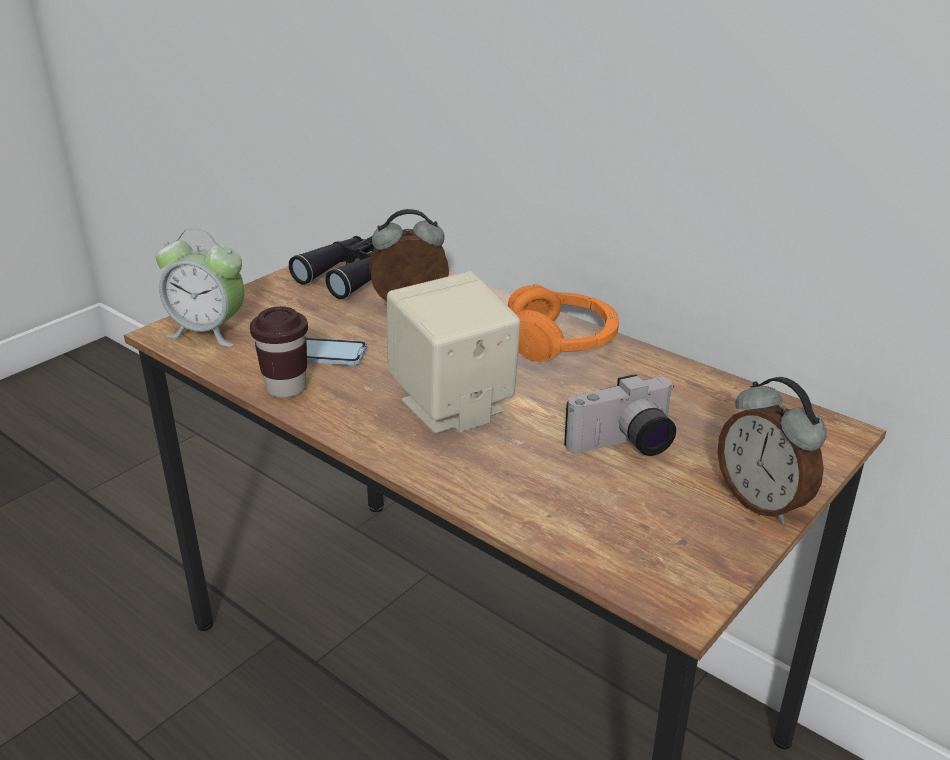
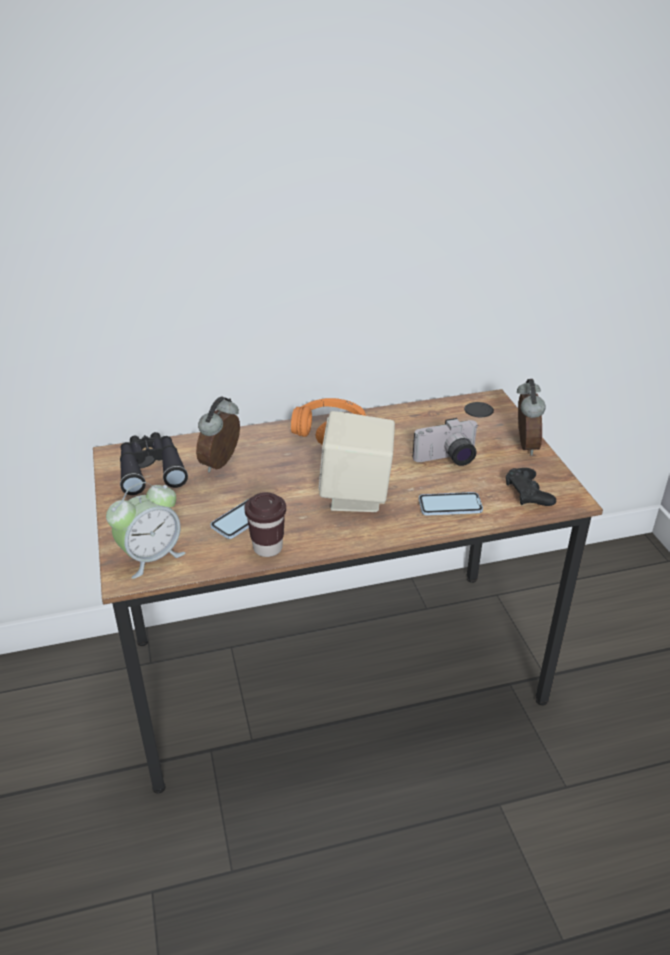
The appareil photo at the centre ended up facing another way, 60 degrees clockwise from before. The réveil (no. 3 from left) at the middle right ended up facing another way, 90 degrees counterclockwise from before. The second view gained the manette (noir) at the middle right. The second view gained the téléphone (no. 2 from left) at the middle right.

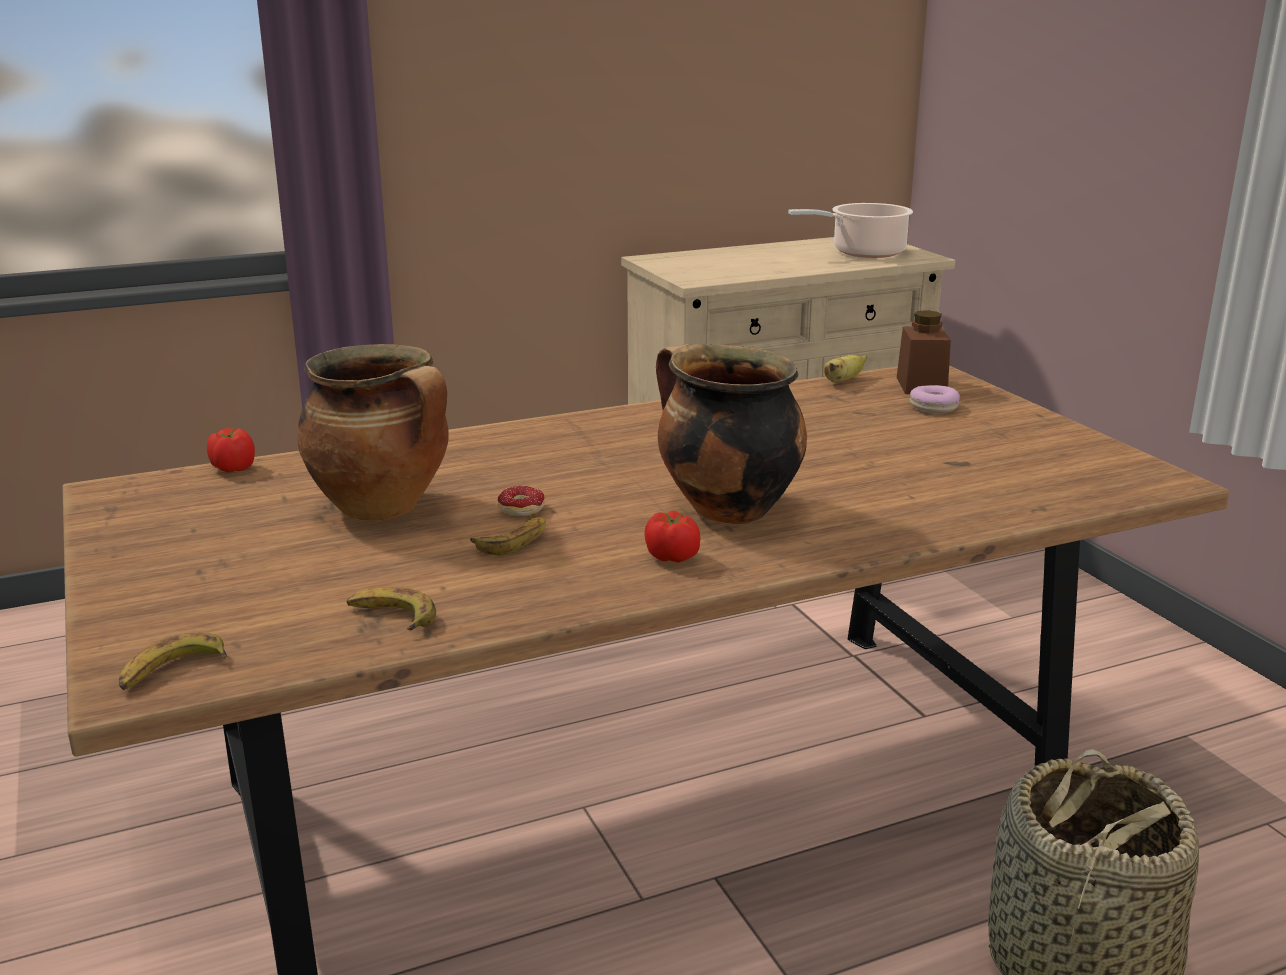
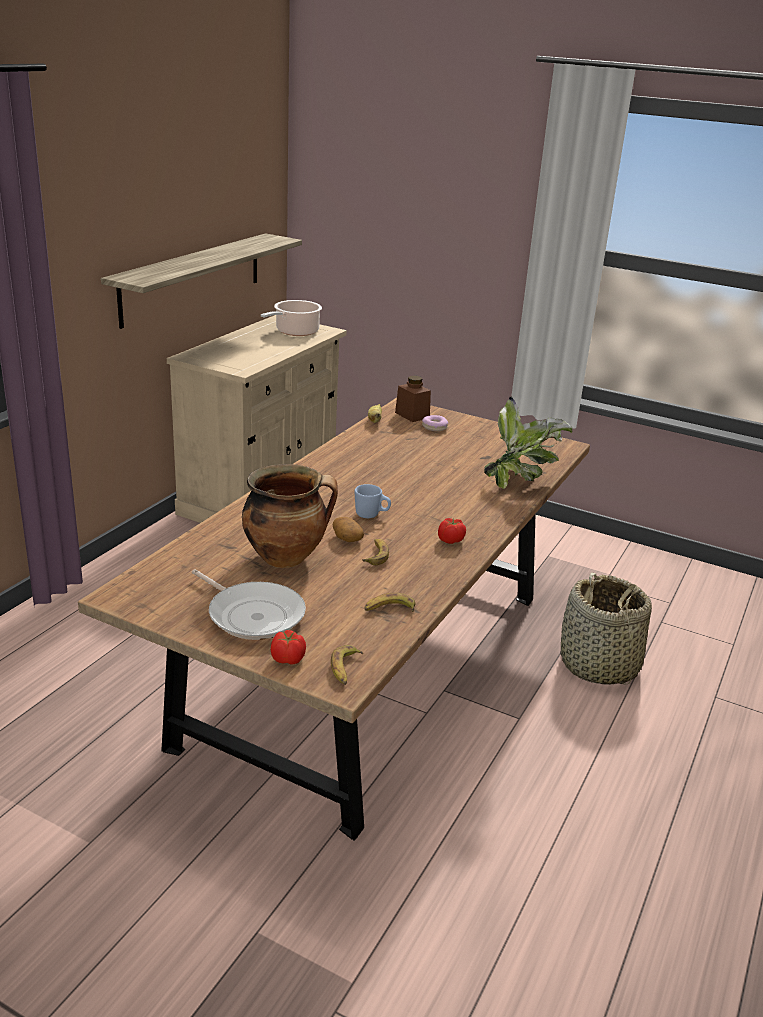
The second view lost the marmite (no. 2 from left) at the centre. The tomate (no. 1 from left) ended up elsewhere, having gone from the middle left to the centre. Where the beignet (no. 1 from left) stood at the centre, the pomme de terre came to stand at the centre. The second view gained the étagère at the top left. The second view gained the plante en pot at the middle right. The second view gained the mug (bleu) at the centre. The second view gained the poêle at the middle left.

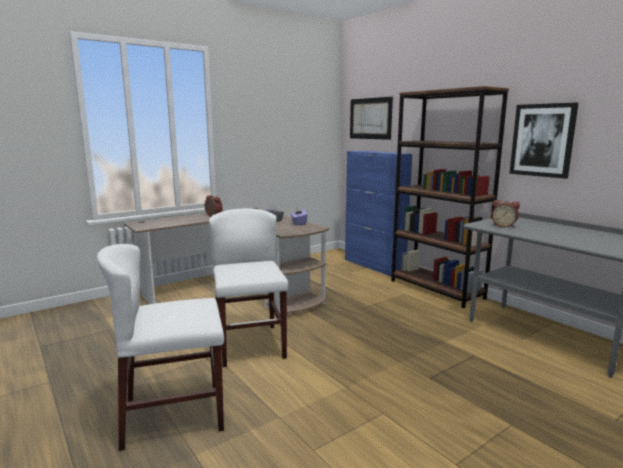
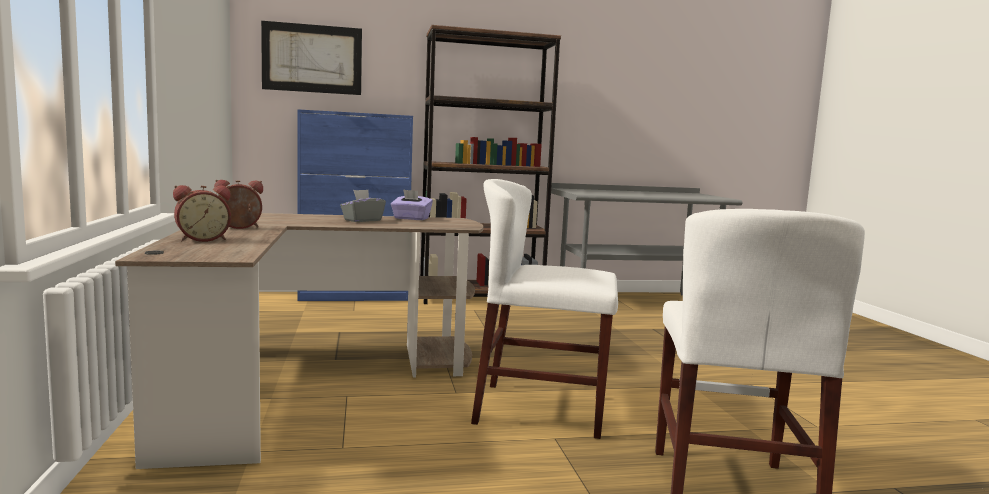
The second view lost the tableau (no. 2 from left) at the top right. The réveil (no. 2 from left in the first image) ended up elsewhere, having gone from the middle right to the middle left.

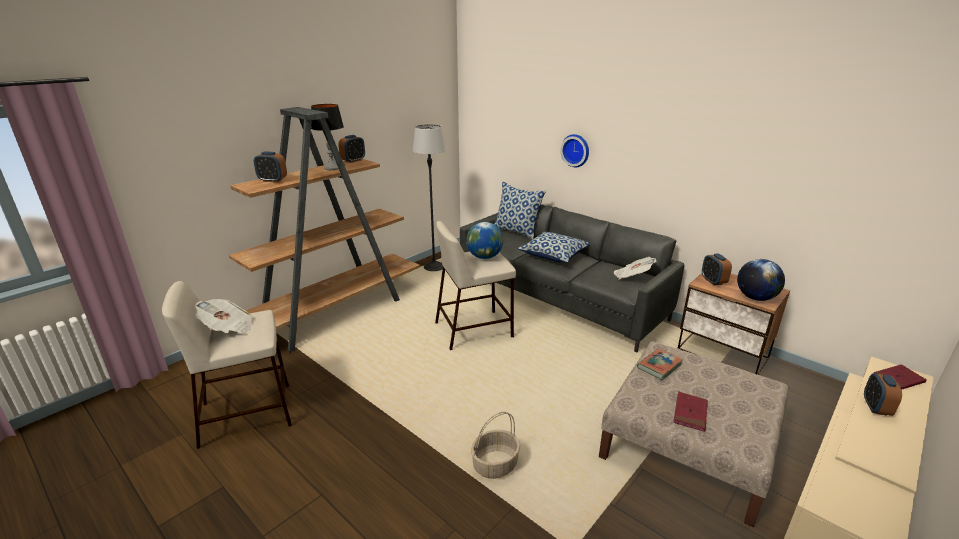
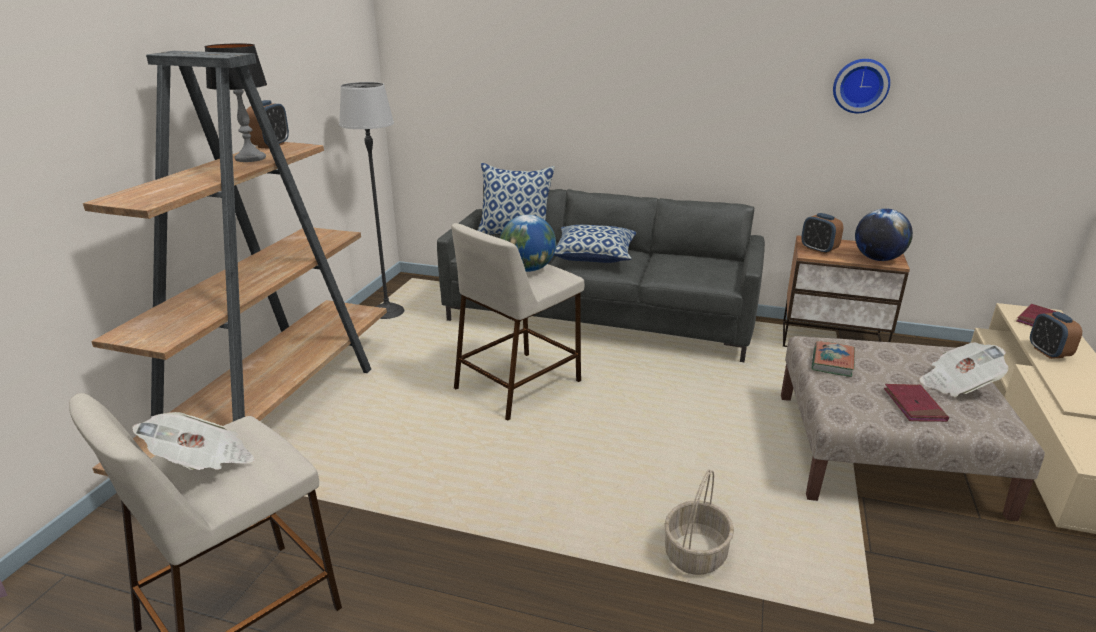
The horloge murale ended up elsewhere, having gone from the top centre to the top right. The second view lost the réveil (no. 1 from left) at the top left. The journal (no. 2 from left) ended up elsewhere, having gone from the centre to the middle right.

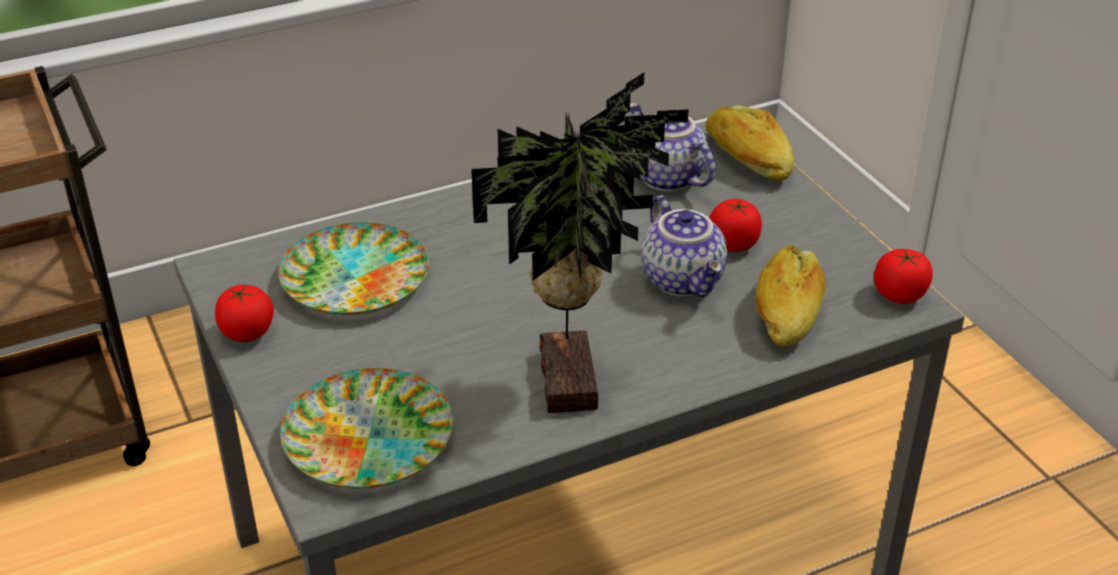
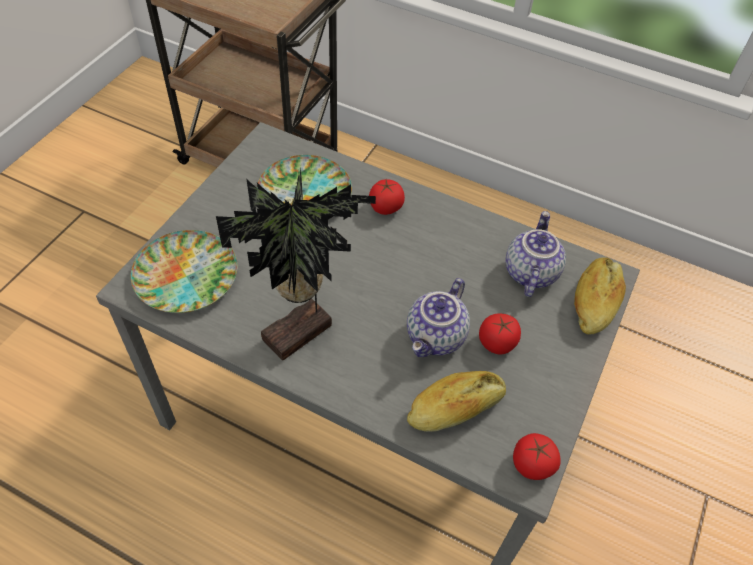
The tomate (no. 1 from left) ended up elsewhere, having gone from the middle left to the centre.

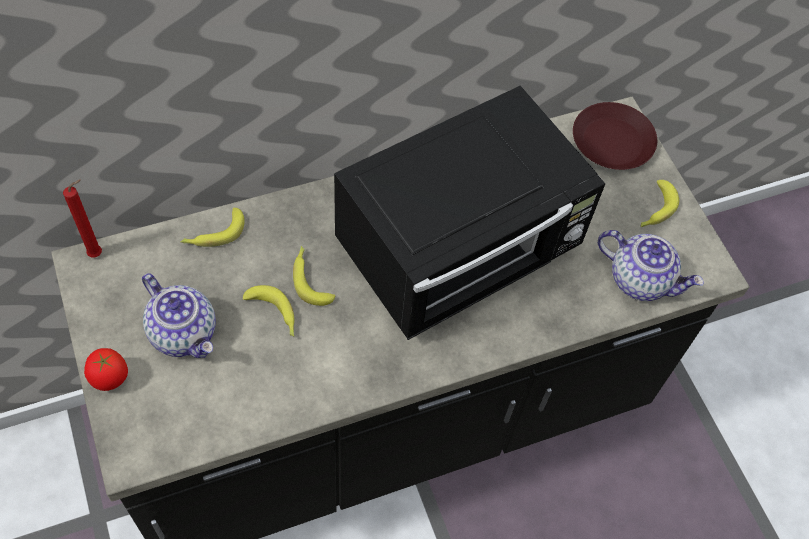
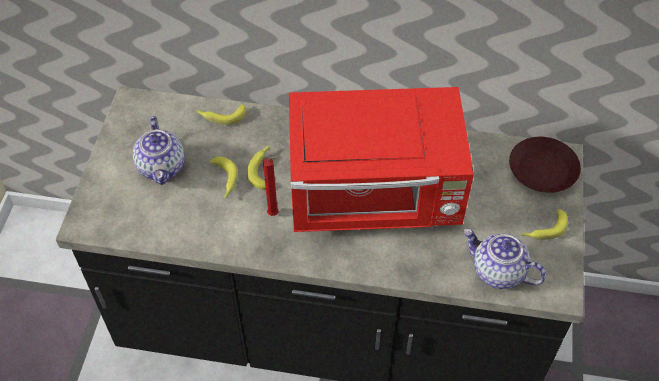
What was the micro-ondes (noir) at the centre turned into the micro-ondes (rouge) at the centre. The bougie (rouge) ended up elsewhere, having gone from the middle left to the centre. The théière (no. 2 from left) at the middle right ended up facing another way, 150 degrees clockwise from before. The second view lost the tomate at the bottom left.

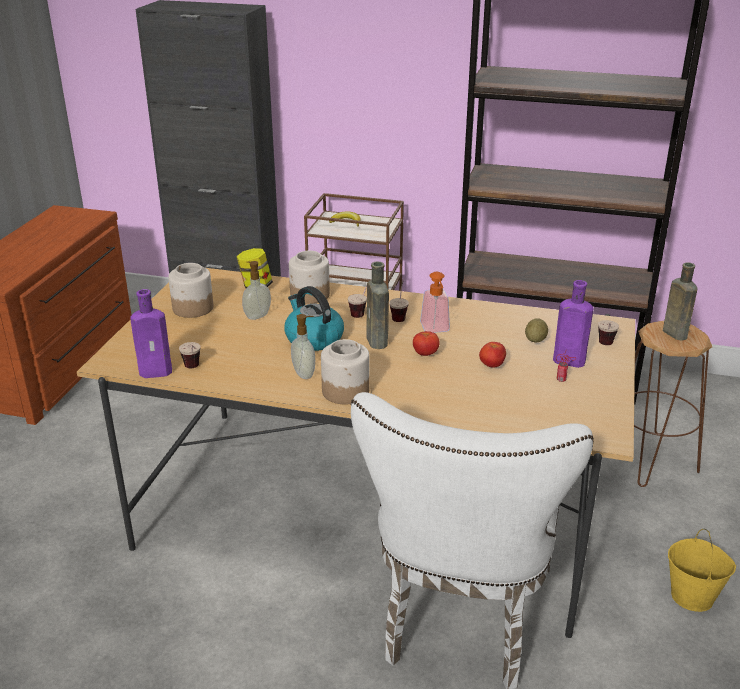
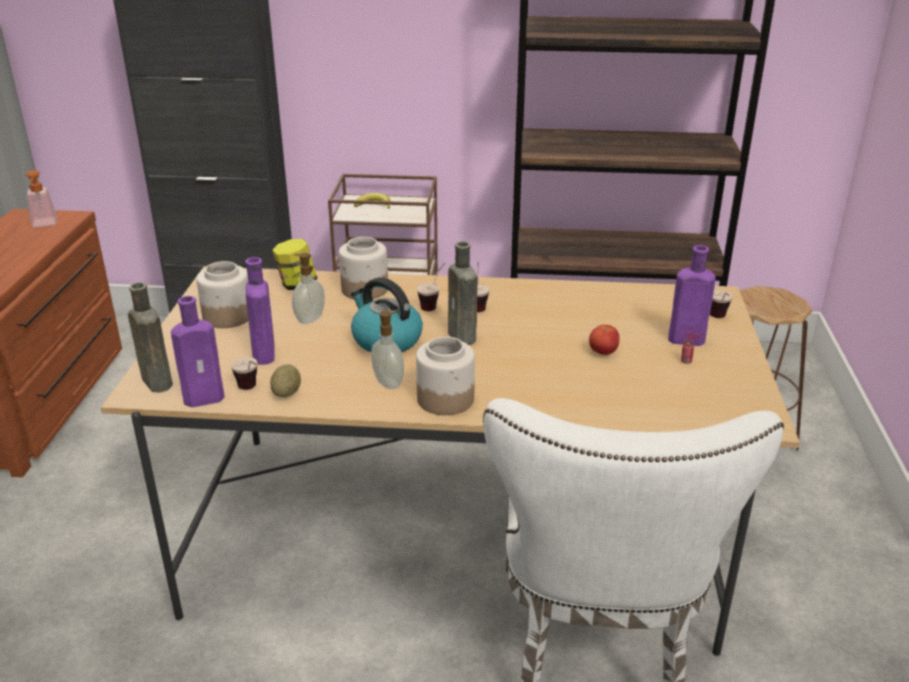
The bouteille (marron) (no. 2 from left in the first image) ended up elsewhere, having gone from the middle right to the middle left. The distributeur de savon (no. 3 from left in the first image) ended up elsewhere, having gone from the centre to the top left. The pomme de terre ended up elsewhere, having gone from the middle right to the middle left. The second view lost the tomate (no. 1 from left) at the centre. The second view lost the seau (jaune) at the bottom right. The second view gained the bouteille (violet) (no. 2 from left) at the middle left.

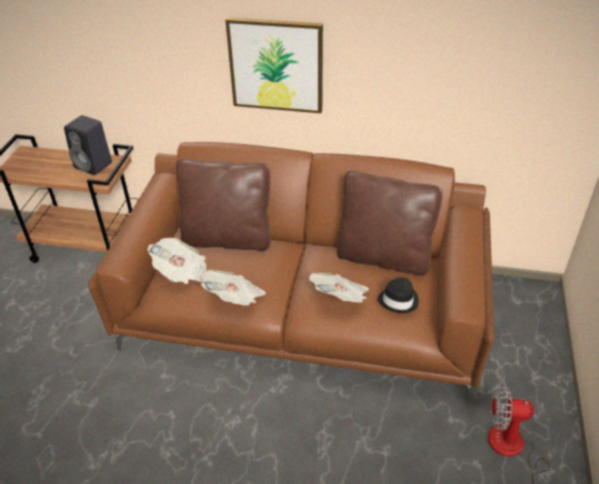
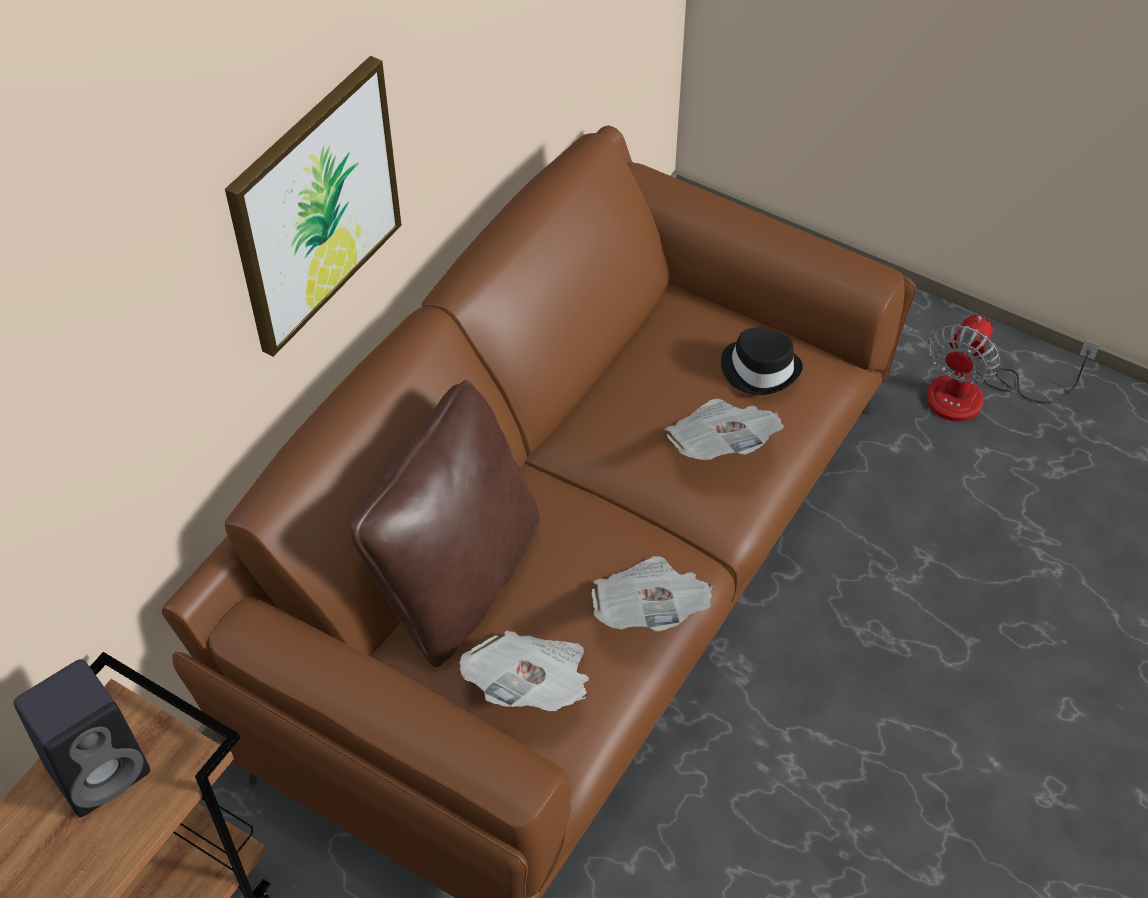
The second view lost the coussin (marron) (no. 2 from left) at the centre.

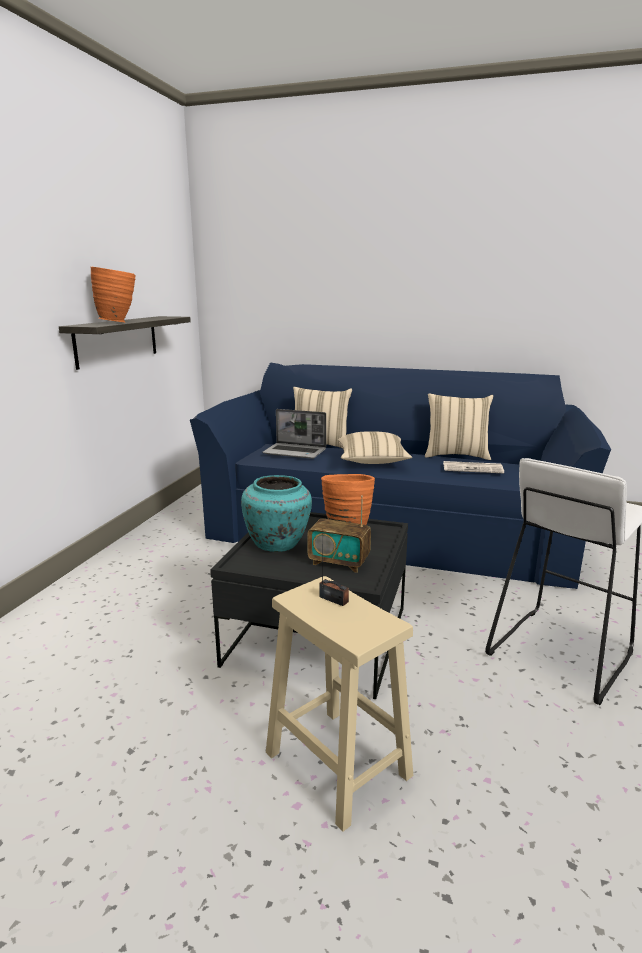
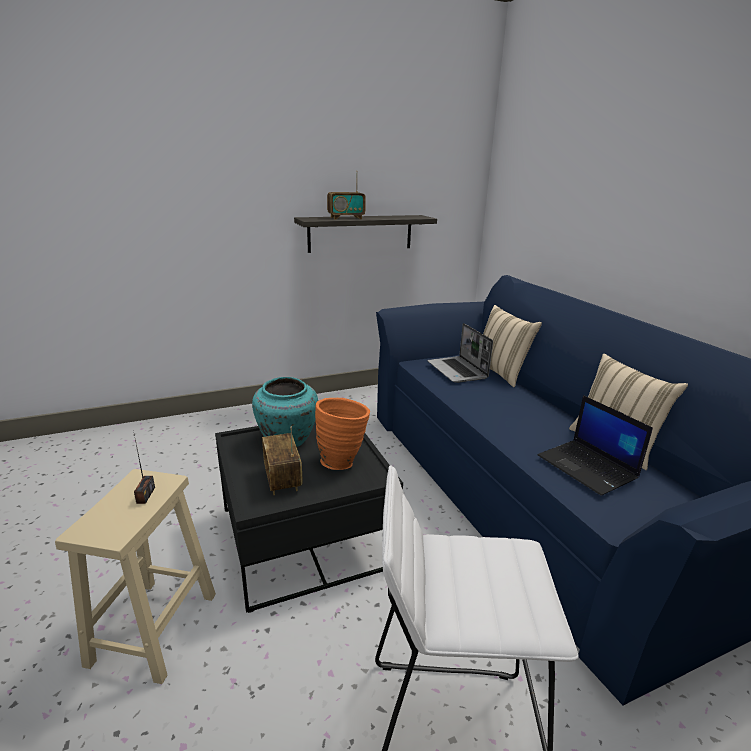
Where the vase (orange) (no. 1 from left) stood at the top left, the radio (no. 3 from left) came to stand at the top centre. The second view lost the coussin (beige) (no. 2 from left) at the centre. Where the journal stood at the middle right, the ordinateur portable (no. 2 from left) came to stand at the middle right.

